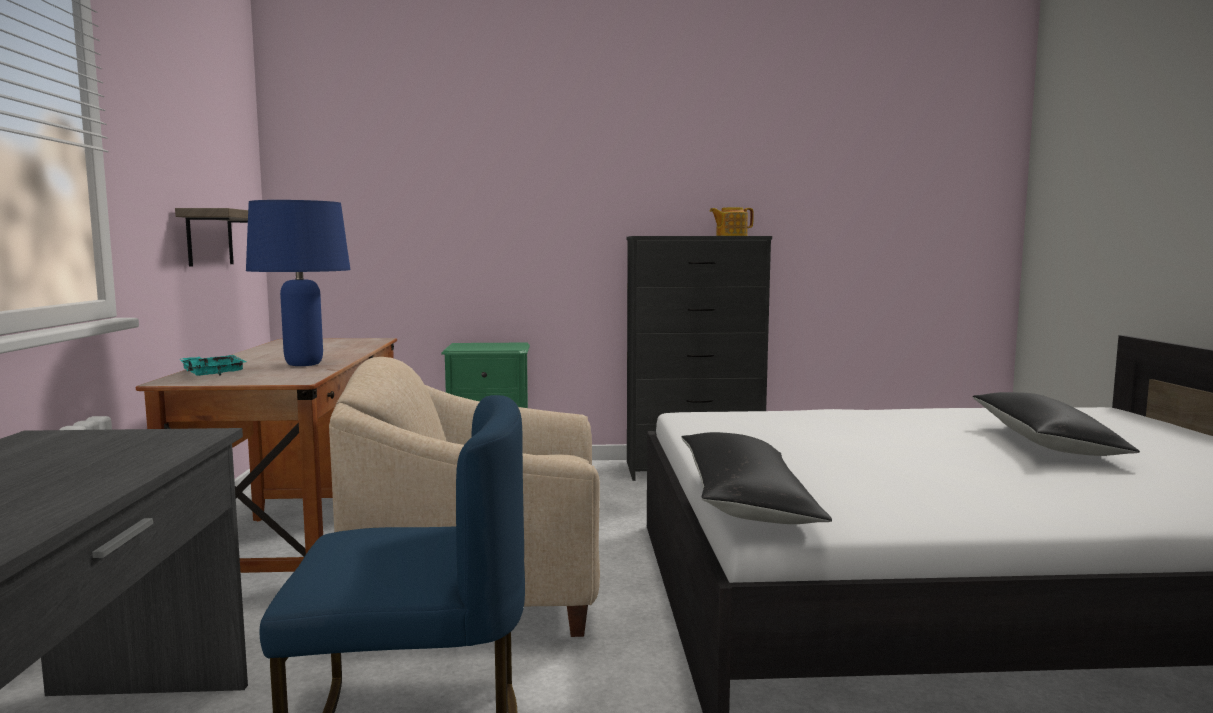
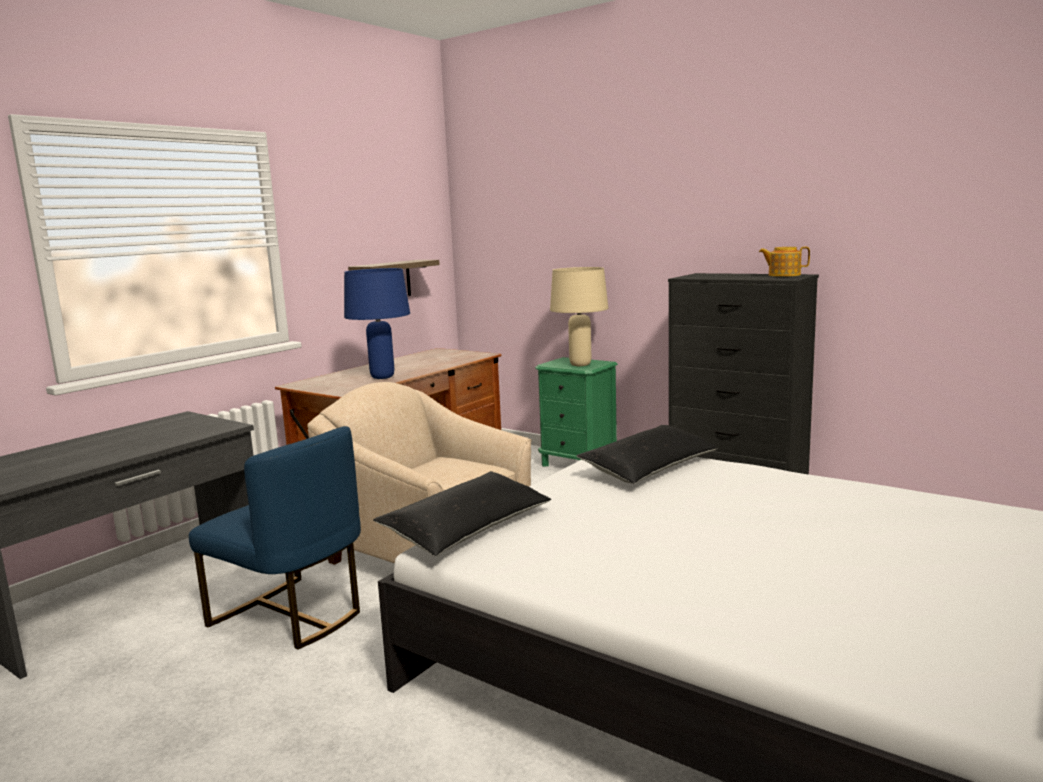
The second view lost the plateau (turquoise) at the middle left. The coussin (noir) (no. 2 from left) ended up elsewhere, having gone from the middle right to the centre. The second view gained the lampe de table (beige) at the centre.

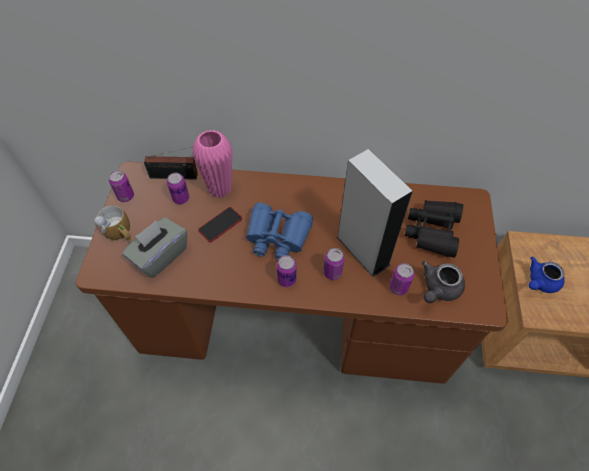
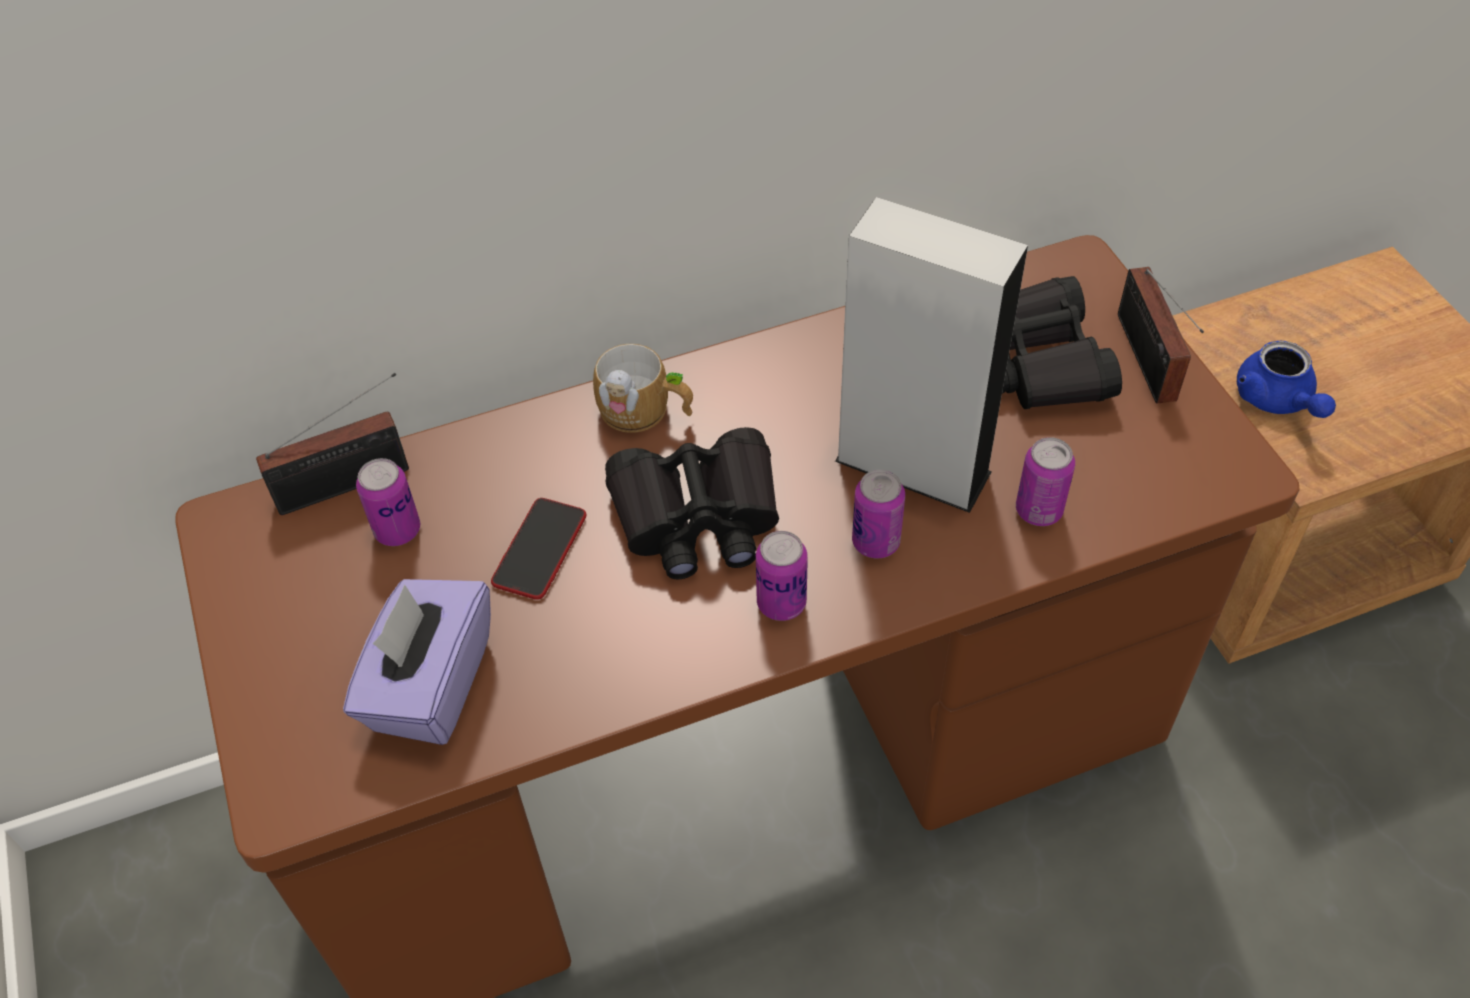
The second view lost the vase (rose) at the centre. The second view lost the boîte métallique (no. 1 from left) at the middle left. What was the jumelles (bleu) at the centre turned into the jumelles (noir) (no. 1 from left) at the centre. The mug ended up elsewhere, having gone from the middle left to the centre. What was the boîte à mouchoirs (gris) at the middle left turned into the boîte à mouchoirs (violet) at the middle left. The théière (bleu) at the middle right ended up facing another way, 45 degrees counterclockwise from before. The second view lost the théière (gris) at the middle right. The second view gained the radio (no. 2 from left) at the middle right.

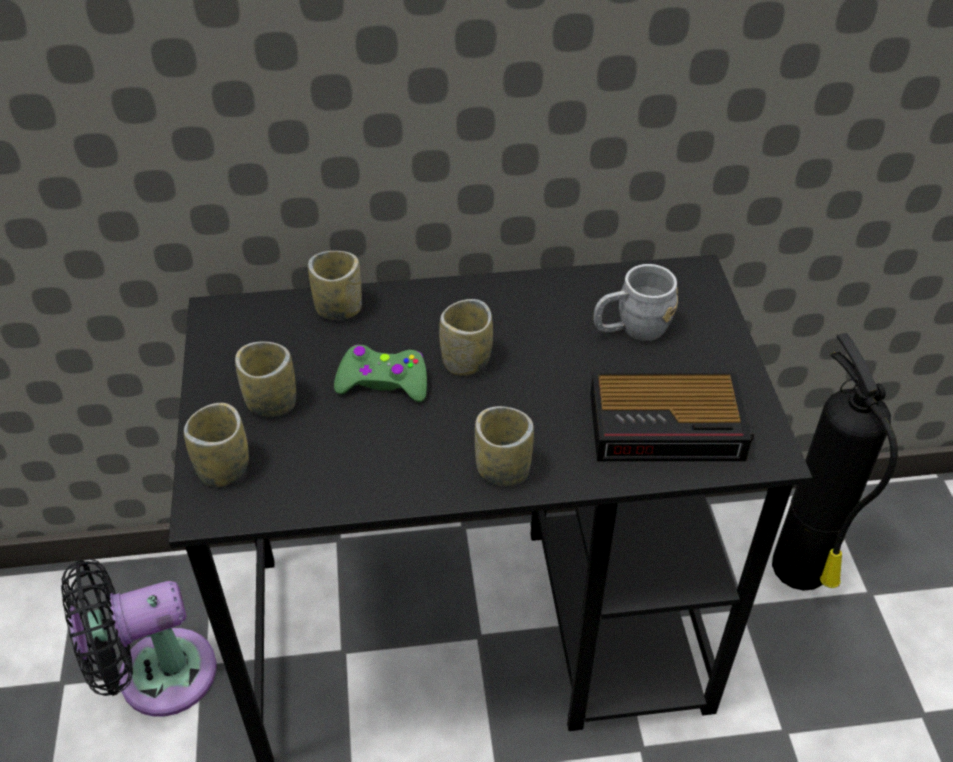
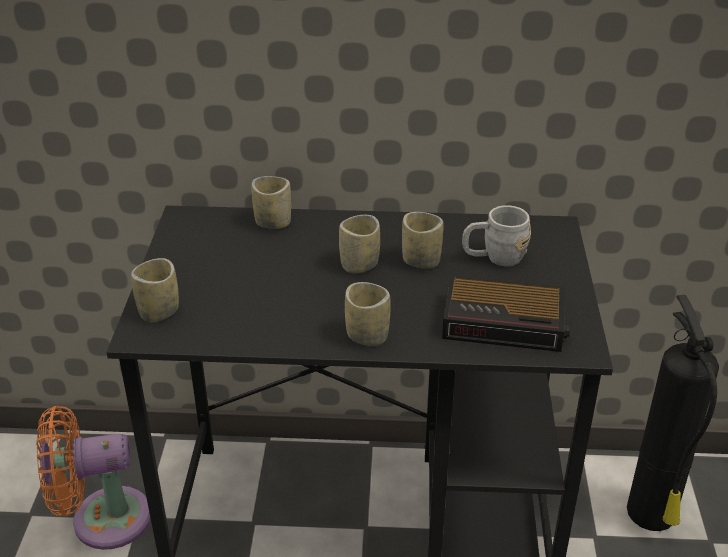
The tasse (no. 2 from left in the first image) ended up elsewhere, having gone from the middle left to the centre. The second view lost the manette (vert) at the centre. What was the ventilateur (noir) at the bottom left turned into the ventilateur (orange) at the bottom left.

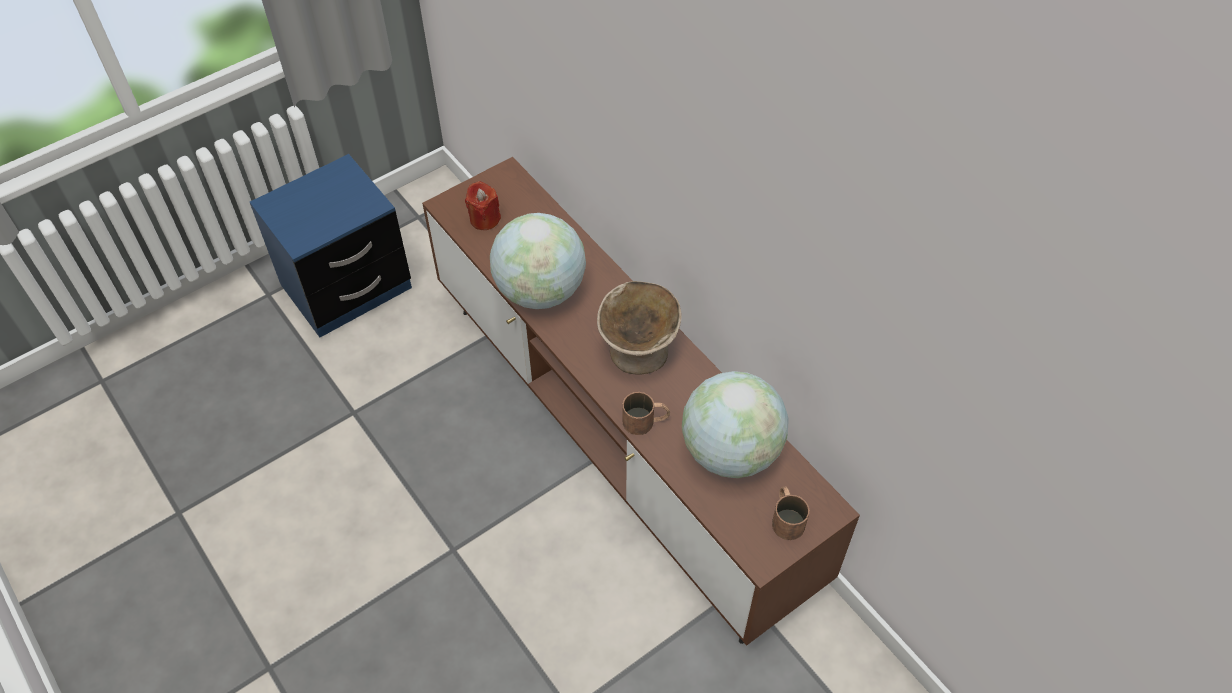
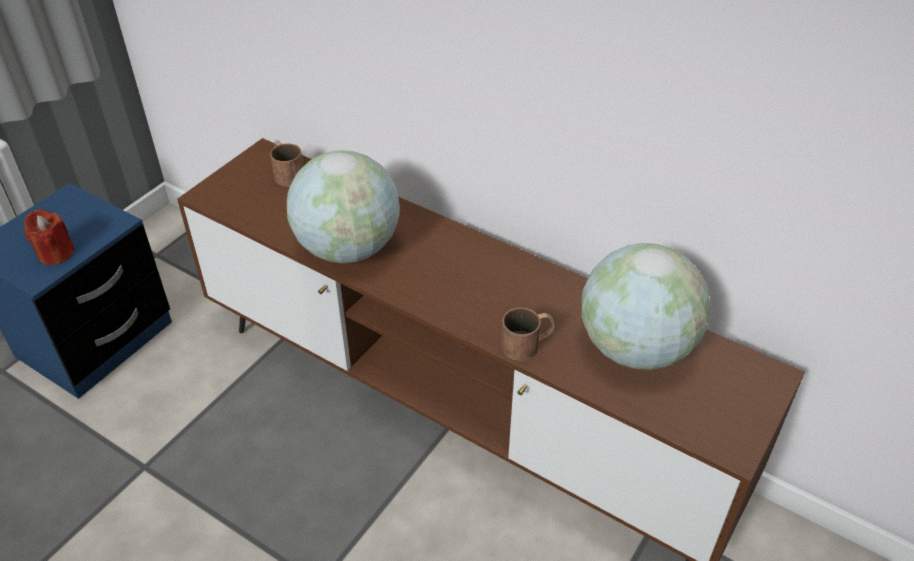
The bougie (rouge) ended up elsewhere, having gone from the top centre to the middle left. The second view lost the bol (beige) at the centre. The mug (marron) (no. 2 from left in the first image) ended up elsewhere, having gone from the bottom centre to the top left.

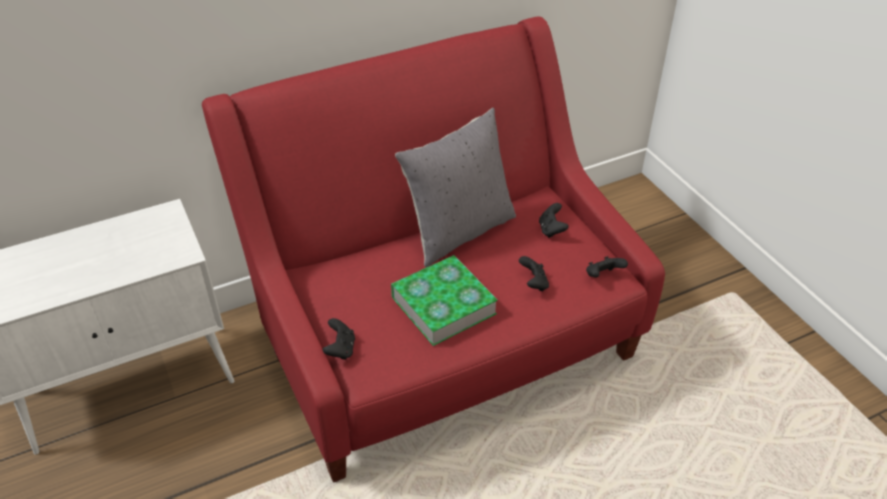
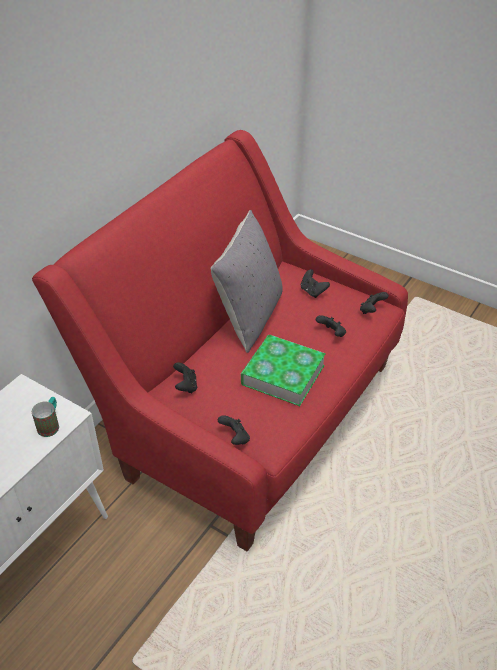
The second view gained the manette (noir) (no. 1 from left) at the centre. The second view gained the mug at the middle left.

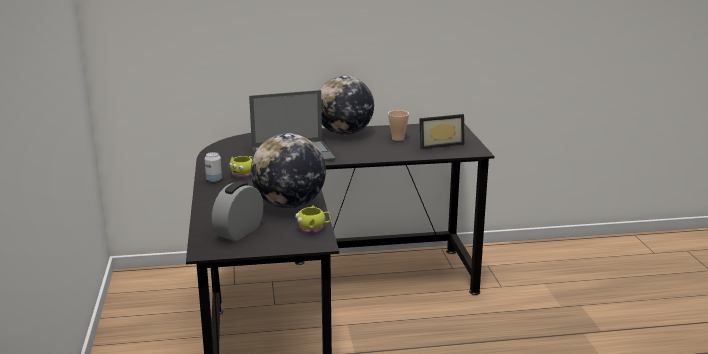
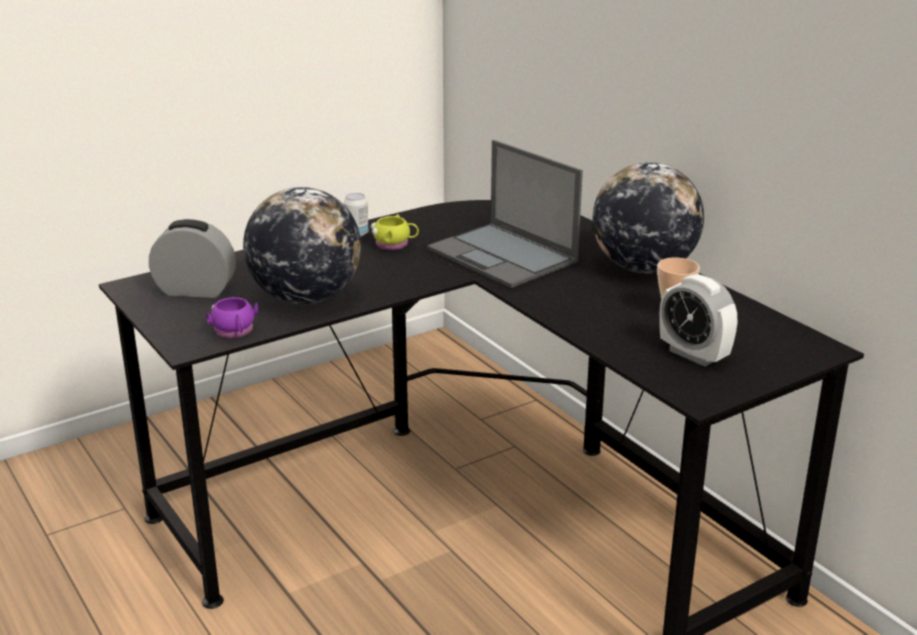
Where the cadre photo stood at the centre, the réveil (no. 2 from left) came to stand at the middle right. What was the mug (jaune) (no. 2 from left) at the centre turned into the mug (violet) at the middle left.

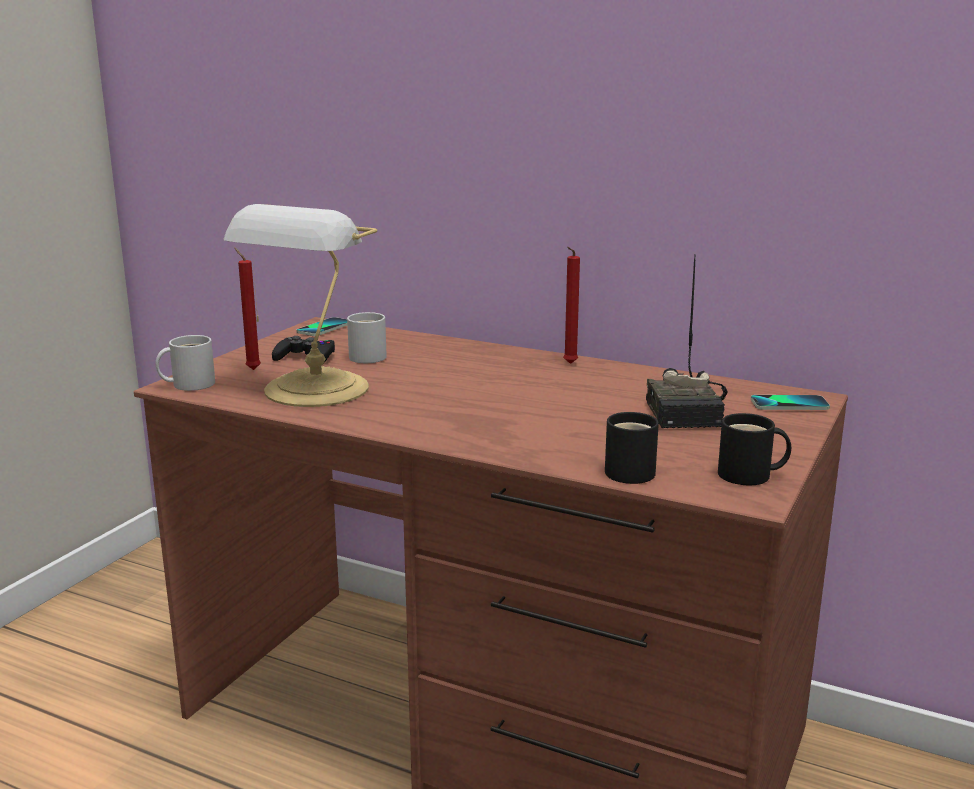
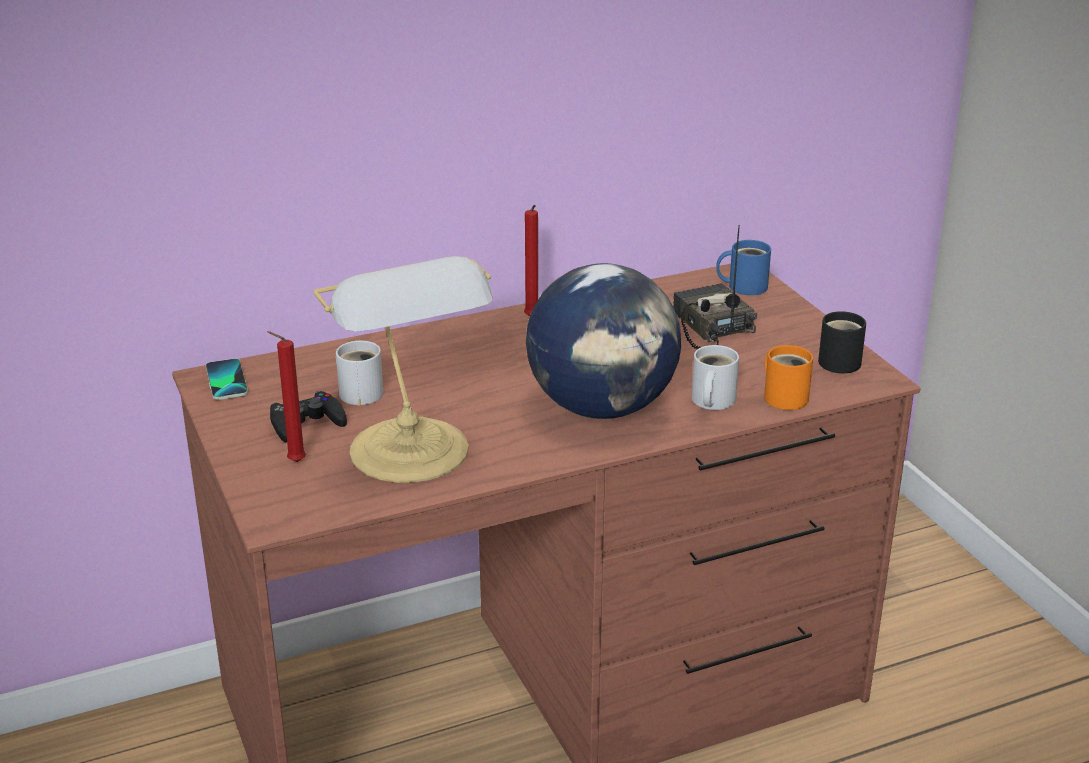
The radio at the middle right ended up facing another way, 150 degrees counterclockwise from before. The mug (blanc) (no. 1 from left in the first image) ended up elsewhere, having gone from the middle left to the centre. Where the téléphone (no. 2 from left) stood at the middle right, the mug (bleu) came to stand at the middle right. What was the mug (noir) (no. 1 from left) at the centre turned into the mug (orange) at the middle right. The second view gained the globe at the centre.

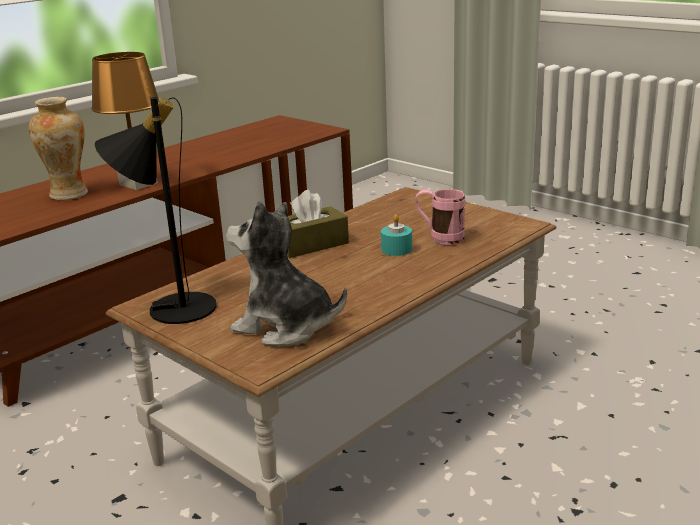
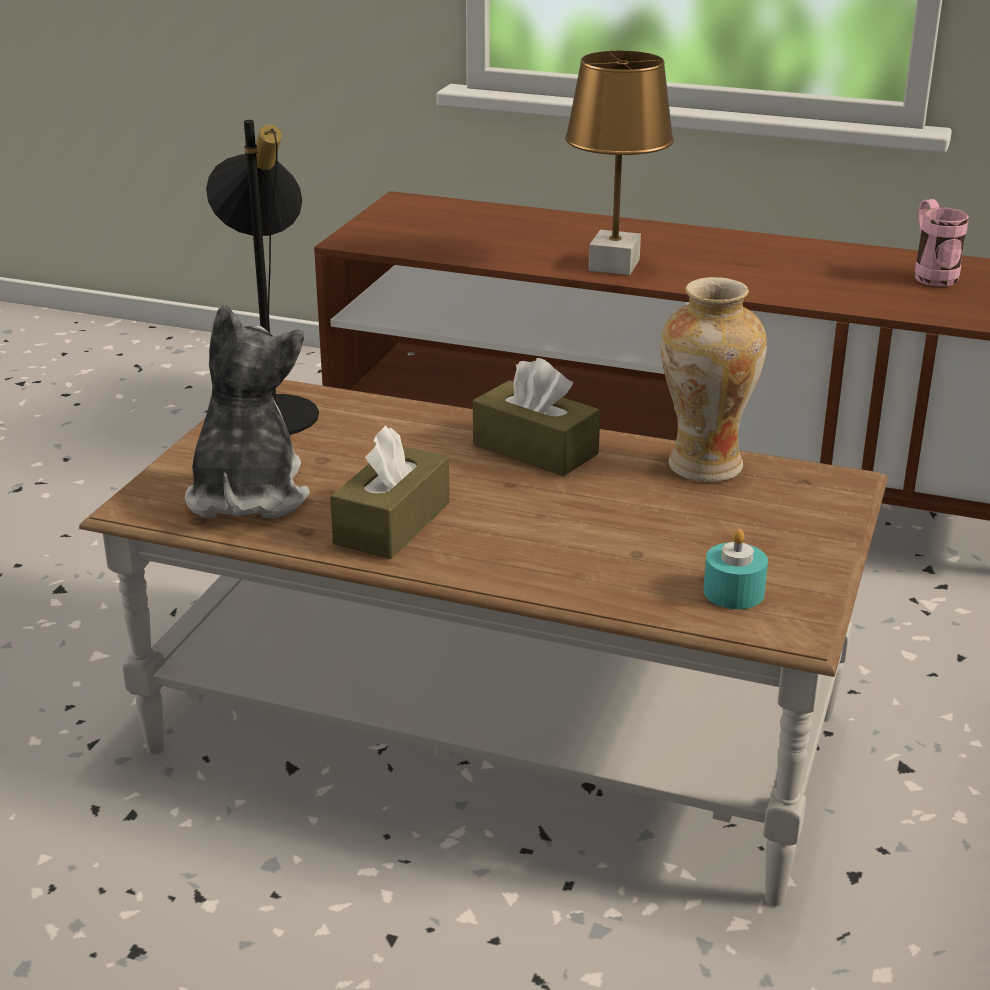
The vase ended up elsewhere, having gone from the top left to the middle right. The mug (rose) ended up elsewhere, having gone from the centre to the top right. The bougie (turquoise) ended up elsewhere, having gone from the centre to the middle right. The second view gained the boîte à mouchoirs (marron) (no. 1 from left) at the centre.

